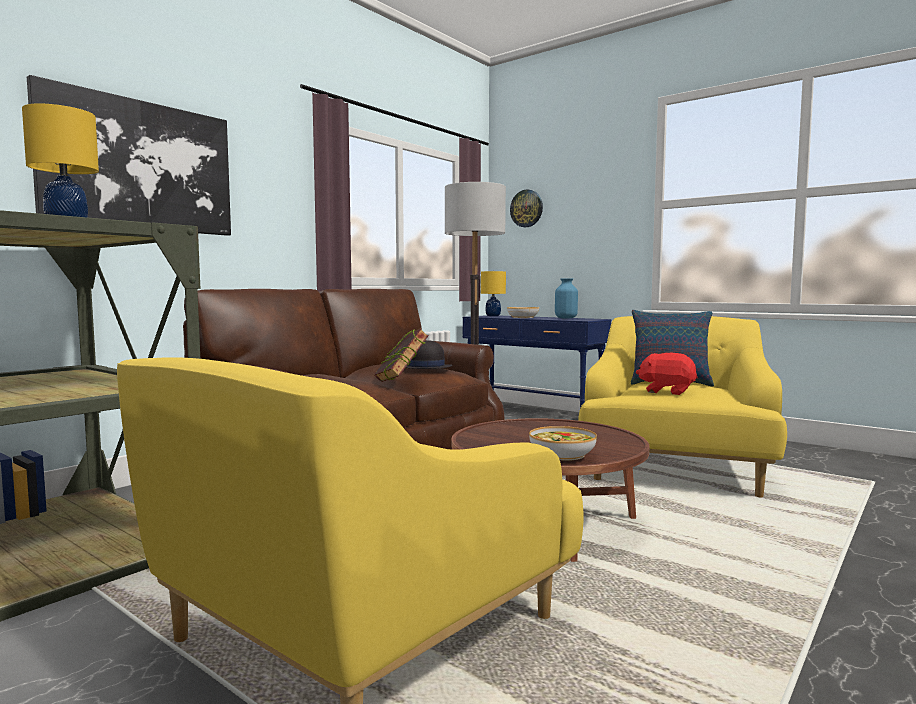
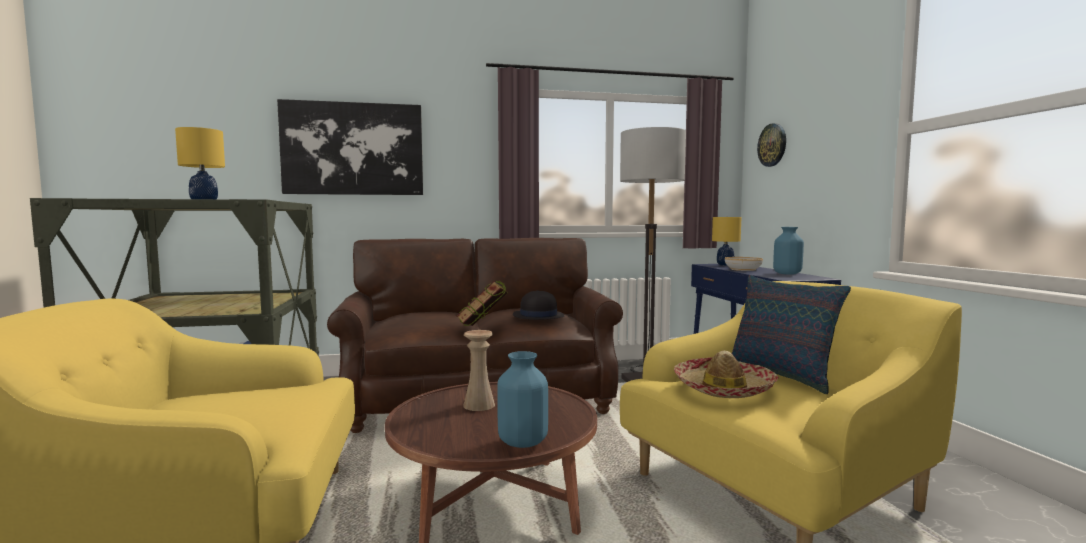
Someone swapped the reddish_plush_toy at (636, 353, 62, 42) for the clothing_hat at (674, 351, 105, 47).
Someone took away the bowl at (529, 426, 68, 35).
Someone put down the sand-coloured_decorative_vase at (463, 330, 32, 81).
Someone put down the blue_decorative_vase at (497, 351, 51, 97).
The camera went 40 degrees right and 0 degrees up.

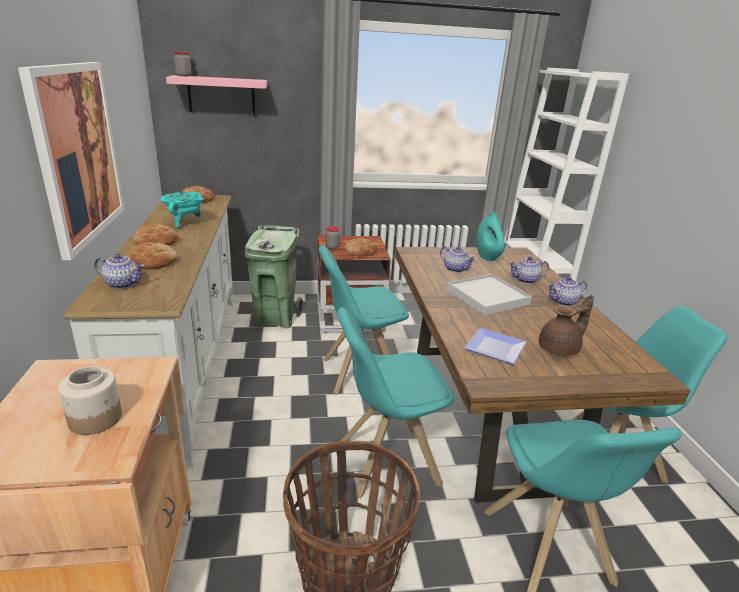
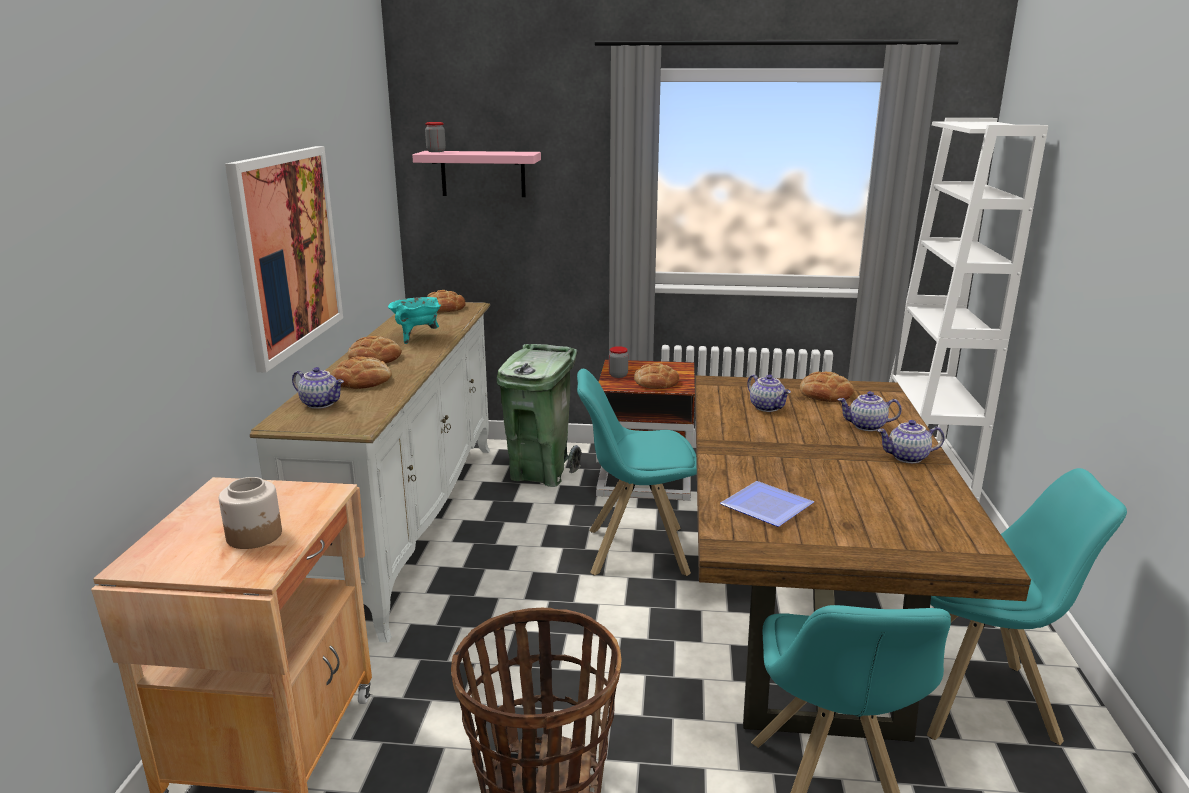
Someone swapped the blue-green_decorative_vase at (476, 211, 29, 50) for the baked_bread at (800, 372, 54, 30).
Someone took away the white-coloured_tray at (447, 274, 85, 41).
Someone took away the brownish_pot_for_tea at (539, 295, 55, 61).
Someone took away the blue-green_chair at (337, 307, 117, 192).
The camera went 15 degrees right and 5 degrees down.

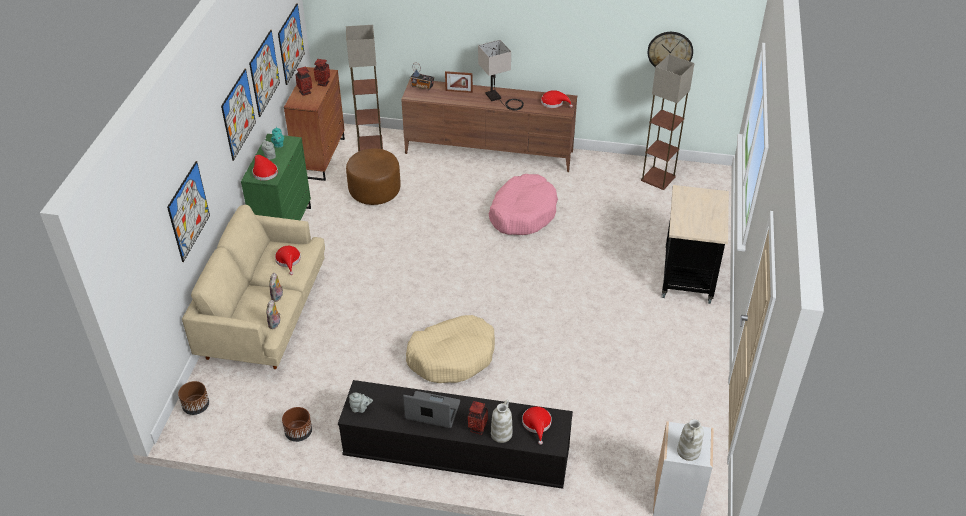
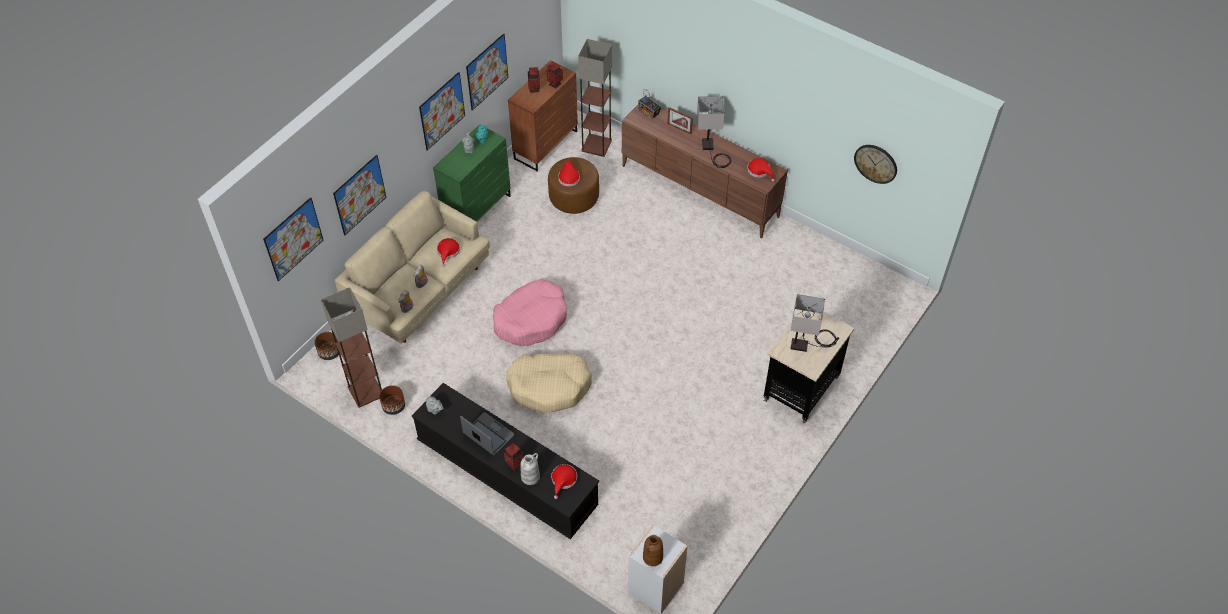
Someone carried the wall_picture from (278, 3, 27, 82) to (263, 197, 60, 84).
Someone carried the standing_lamp from (641, 54, 53, 136) to (321, 287, 61, 121).
Someone carried the reddish_clothing_hat from (252, 155, 26, 26) to (558, 160, 22, 27).
Someone carried the pinkish_pet_bed from (489, 174, 69, 61) to (493, 279, 74, 67).
Someone repainted the white-coloured_decorative_vase at (677, 419, 27, 42), which became the brownish_decorative_vase at (643, 535, 20, 31).
Someone put down the tabletop_lamp at (791, 294, 48, 58).
The camera went 25 degrees right and 10 degrees up.

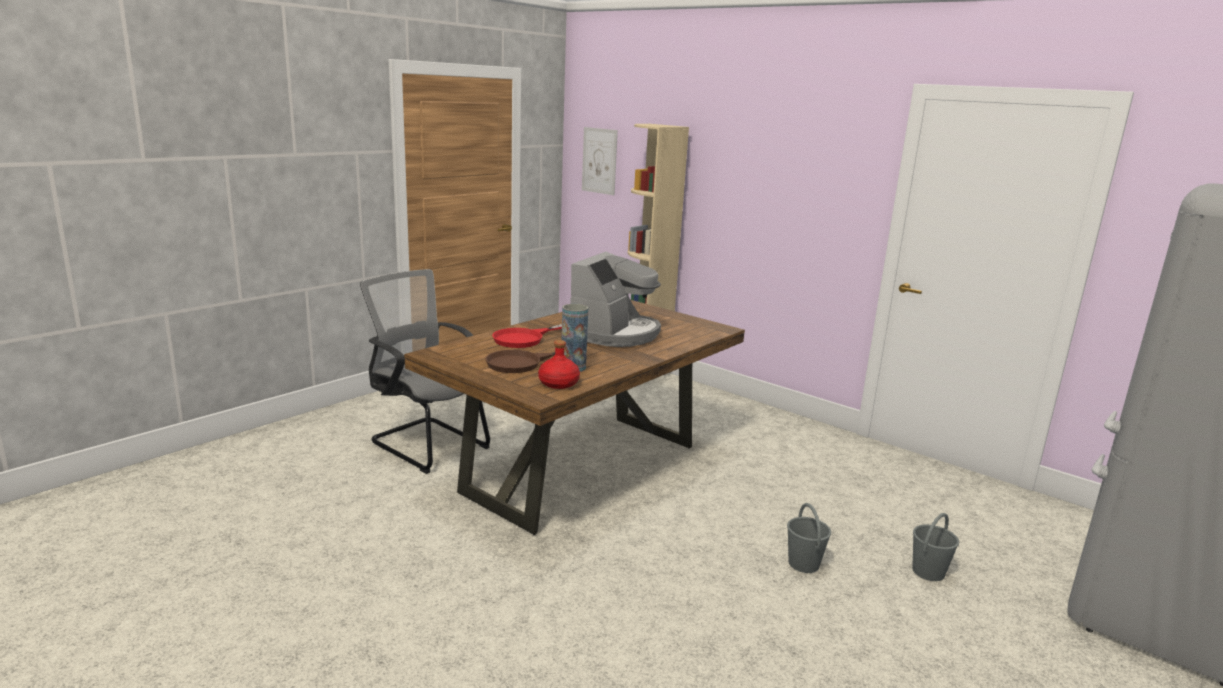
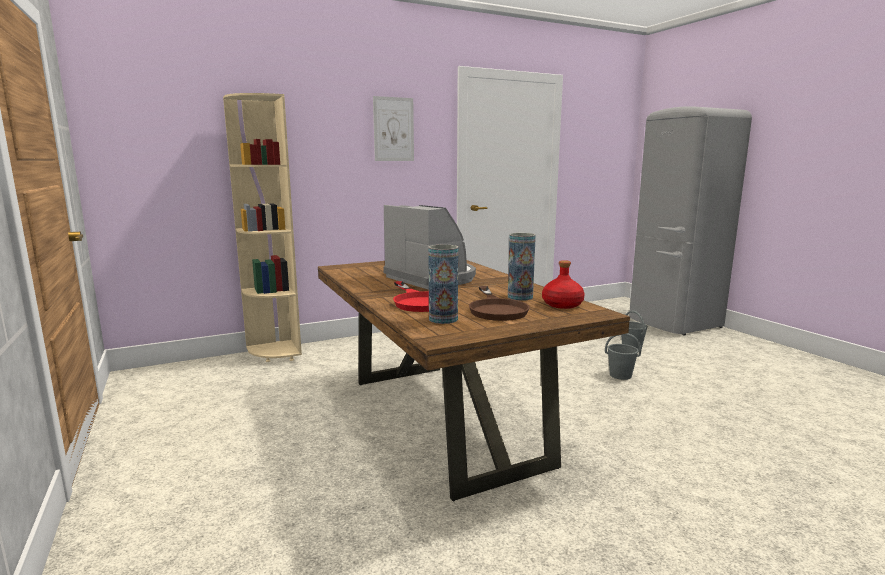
Someone carried the wall_picture from (582, 127, 36, 68) to (373, 96, 41, 65).
Someone took away the chair at (360, 269, 130, 205).
Someone put down the decorative_vase at (428, 245, 30, 79).
The camera went 65 degrees left and 5 degrees down.

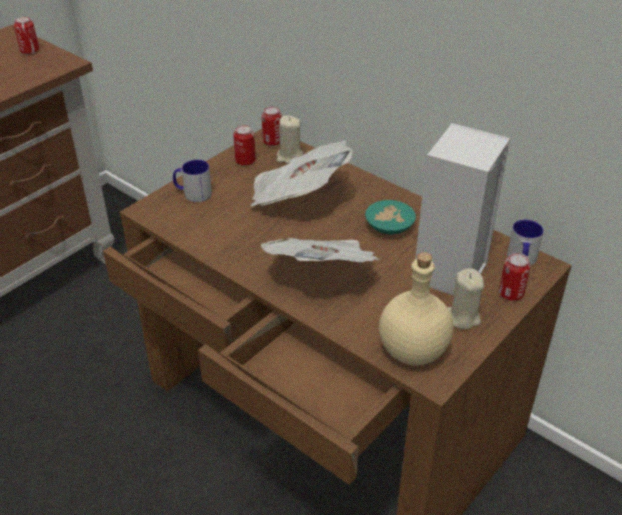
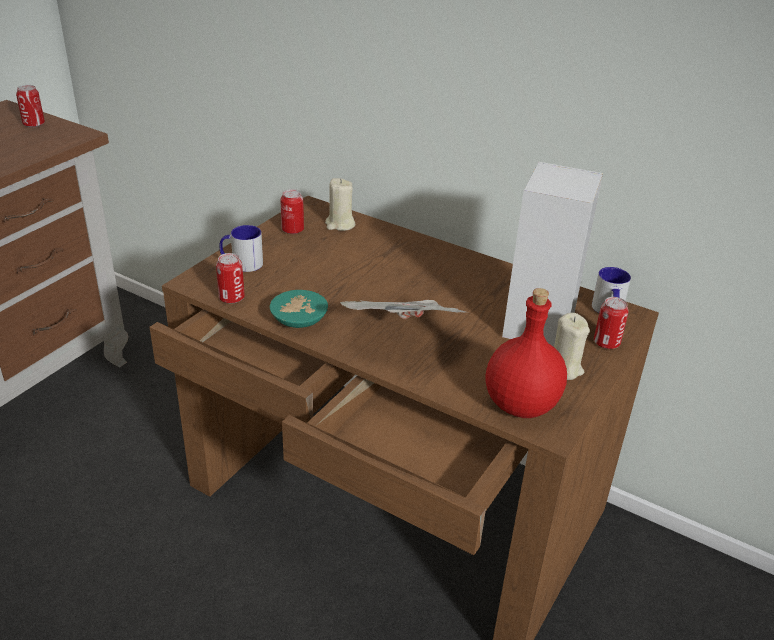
Someone carried the metal_can from (262, 106, 20, 40) to (216, 253, 29, 51).
Someone took away the printed_paper at (251, 141, 102, 66).
Someone carried the blue-green_bowl from (365, 200, 51, 35) to (270, 290, 58, 38).
Someone repainted the sand-coloured_bottle at (379, 252, 74, 114), which became the reddish_bottle at (486, 288, 81, 130).
The camera went 10 degrees left and 5 degrees down.

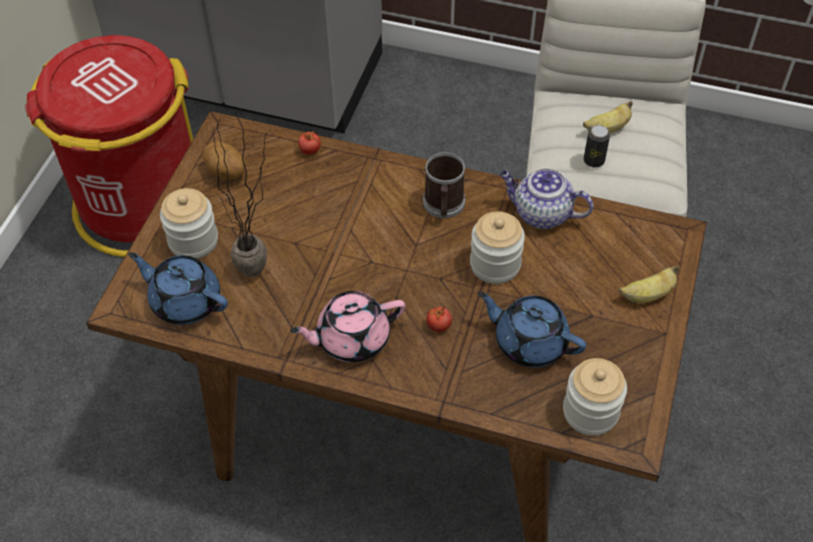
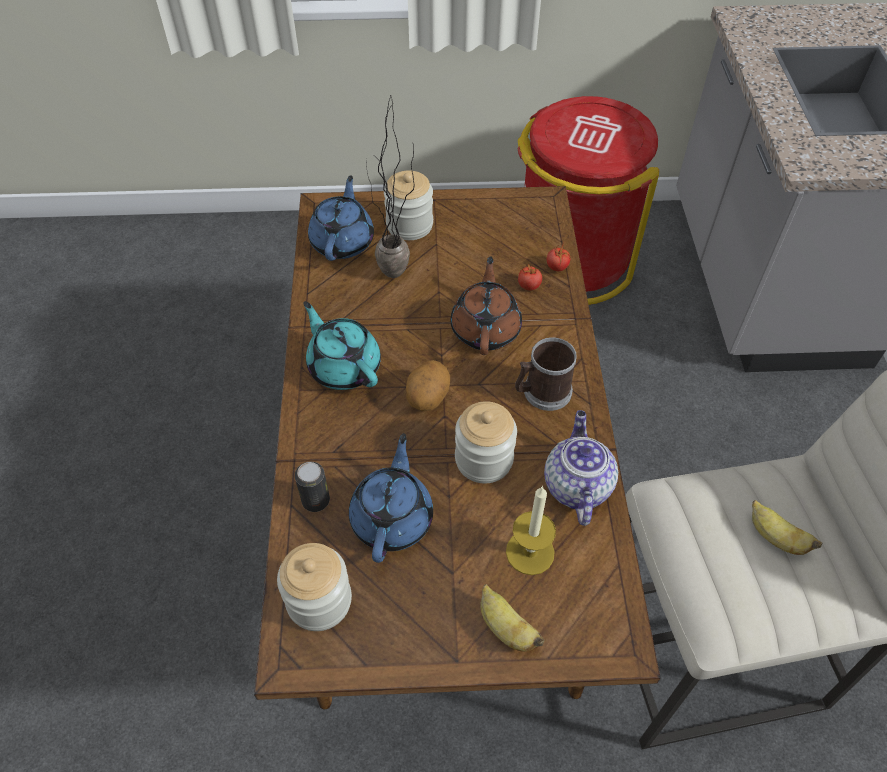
Someone carried the metal_can from (584, 125, 26, 42) to (295, 462, 35, 50).
Someone carried the potato from (203, 141, 43, 39) to (406, 360, 44, 51).
Someone repainted the pinkish_pot_for_tea at (290, 291, 115, 71), which became the blue-green_pot_for_tea at (303, 301, 78, 89).
Someone carried the whole_tomato from (426, 307, 26, 25) to (518, 264, 24, 27).
Someone put down the brownish_pot_for_tea at (451, 257, 71, 98).
Someone put down the candle at (506, 486, 50, 89).
The camera went 70 degrees right and 0 degrees up.

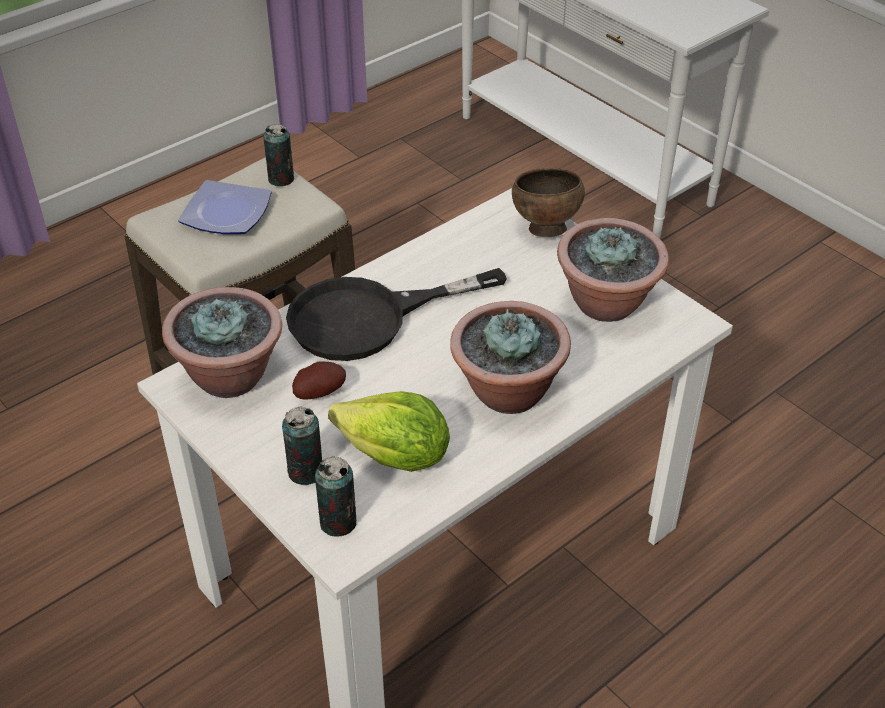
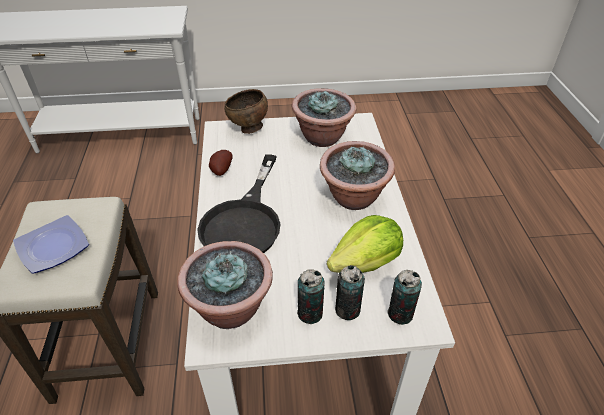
Someone carried the metal_can from (263, 124, 31, 62) to (297, 269, 28, 55).
Someone carried the potato from (292, 361, 54, 38) to (209, 150, 24, 26).
The camera went 55 degrees left and 0 degrees up.

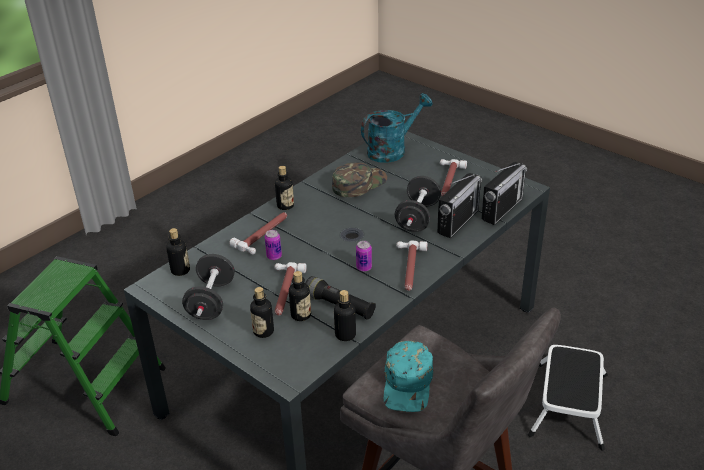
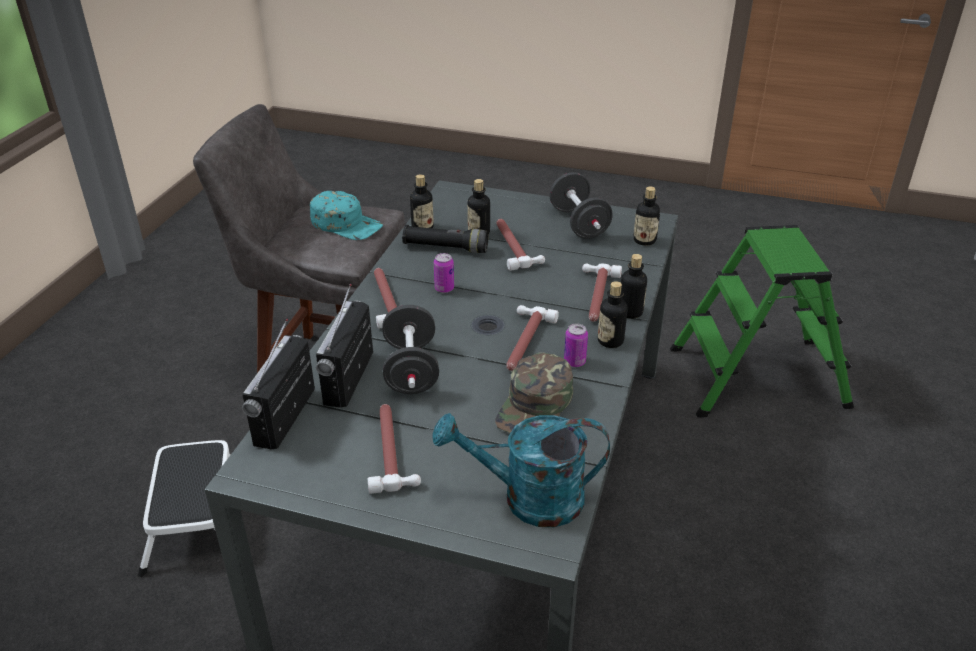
Someone rotated the blue-green_sprinkling_can at (361, 93, 72, 70) by 60 degrees clockwise.
Someone carried the metal_can from (265, 230, 17, 30) to (564, 324, 24, 43).
Someone carried the bottle from (250, 287, 24, 51) to (621, 254, 26, 64).
Someone rotated the blue-green_baseball_cap at (384, 341, 49, 71) by 135 degrees clockwise.
Someone put down the hammer at (506, 305, 53, 66).
The camera went 155 degrees right and 0 degrees up.

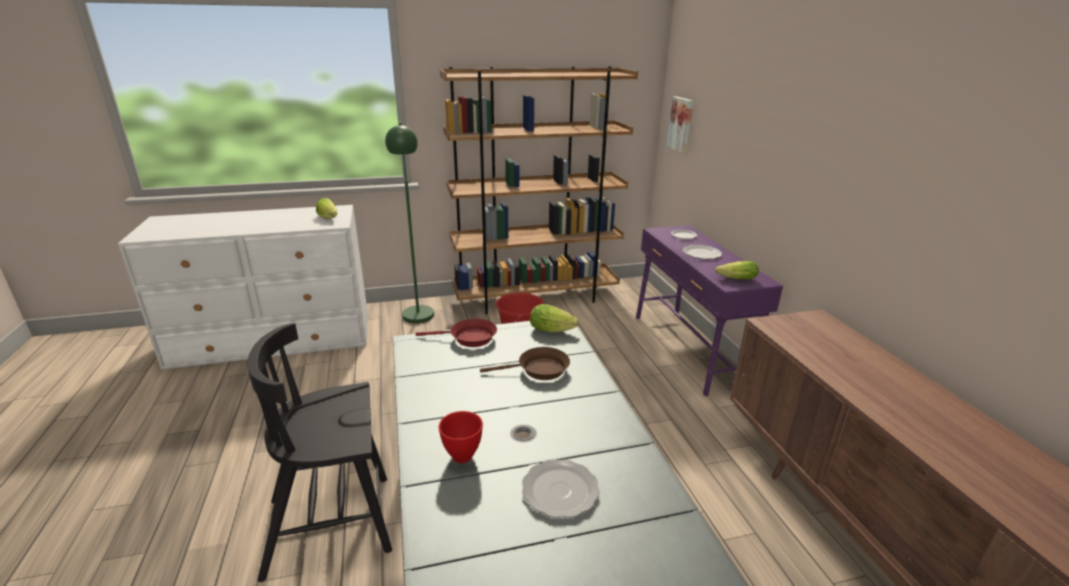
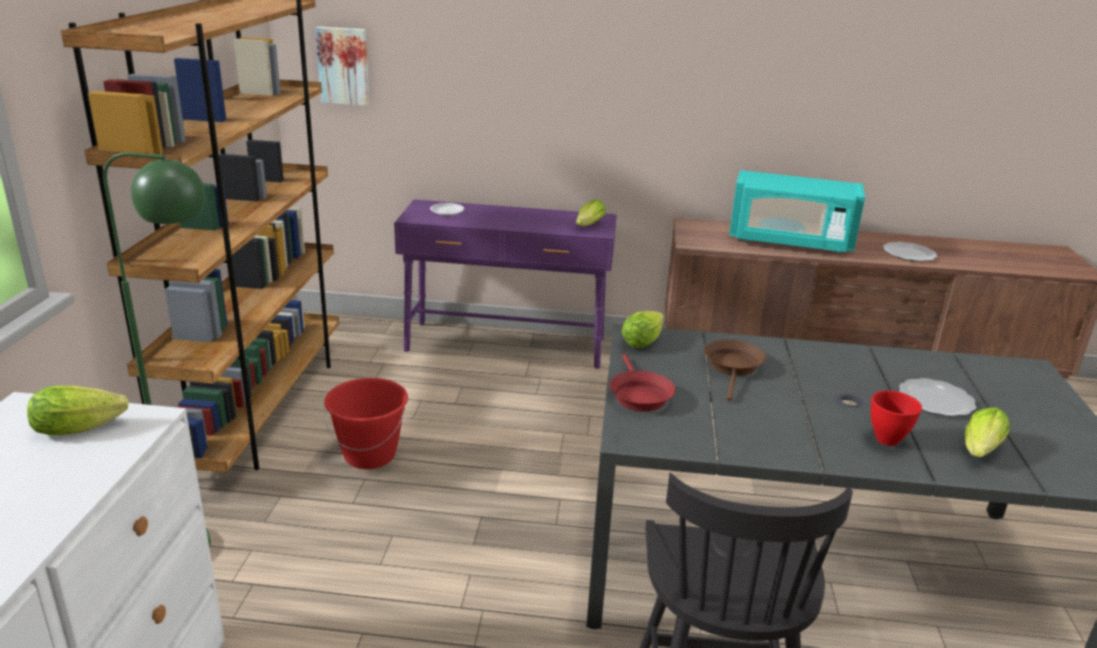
Someone carried the flat_dish from (683, 245, 39, 14) to (883, 242, 54, 20).
Someone rotated the reddish_skillet at (416, 319, 81, 28) by 150 degrees clockwise.
Someone put down the blue-green_kitchen_microwave at (729, 170, 136, 83).
Someone put down the lettuce at (965, 407, 45, 50).
The camera went 70 degrees left and 0 degrees up.

